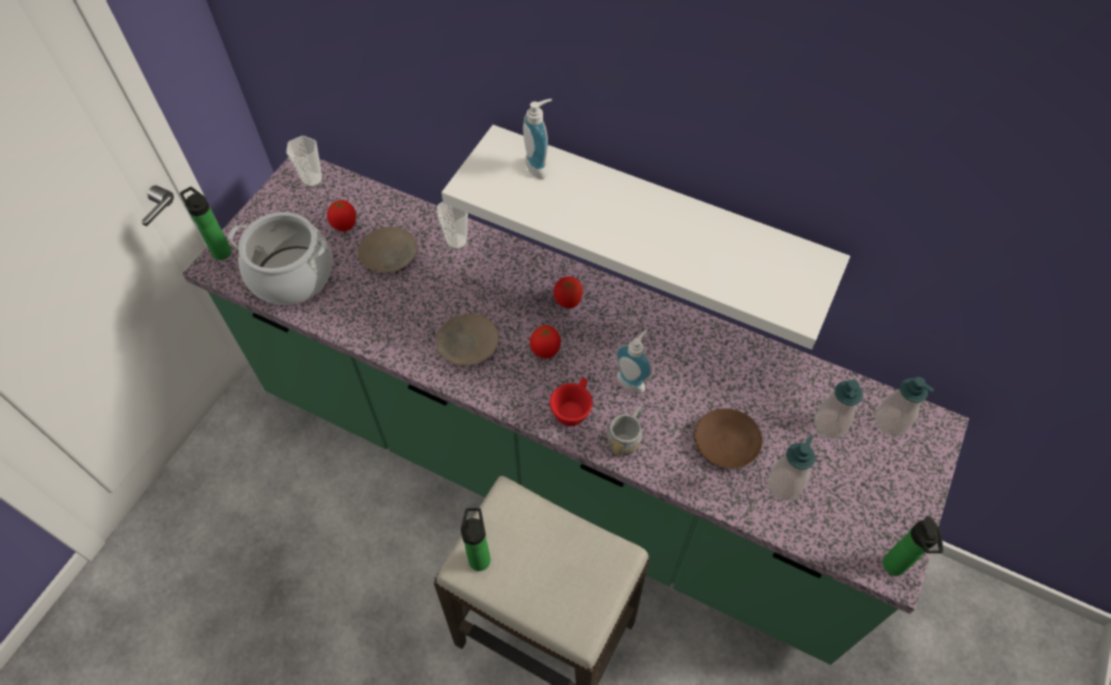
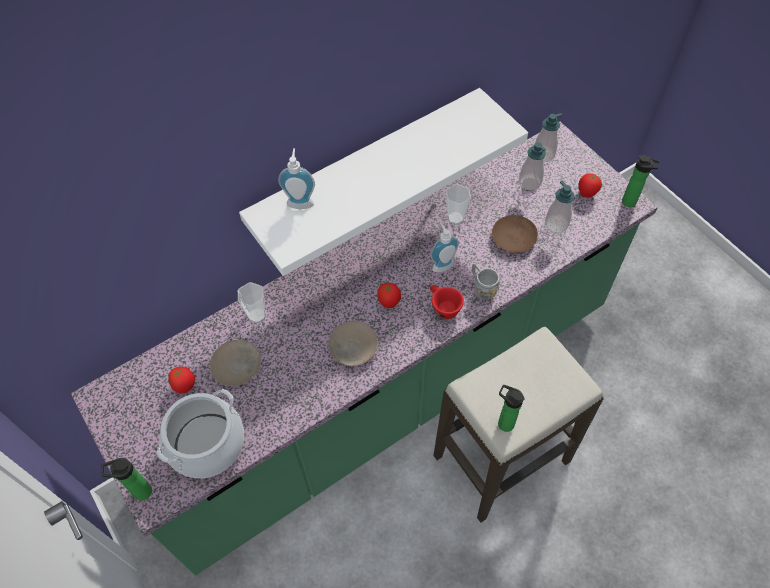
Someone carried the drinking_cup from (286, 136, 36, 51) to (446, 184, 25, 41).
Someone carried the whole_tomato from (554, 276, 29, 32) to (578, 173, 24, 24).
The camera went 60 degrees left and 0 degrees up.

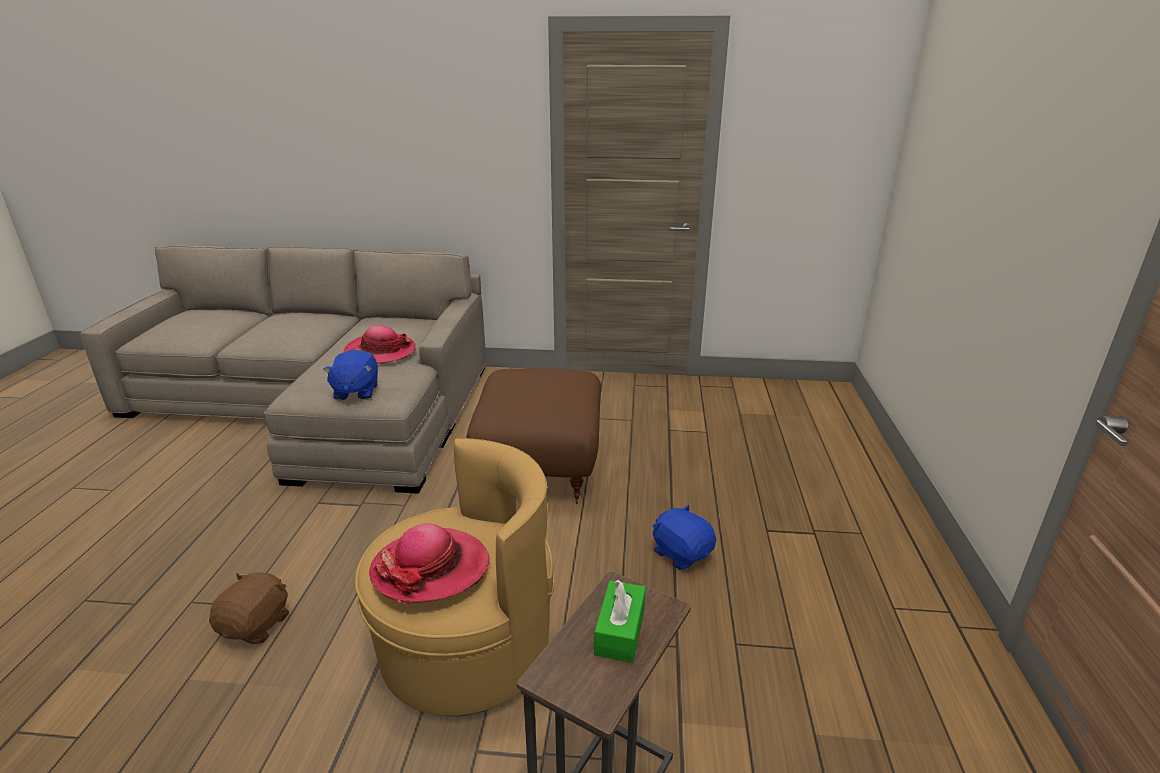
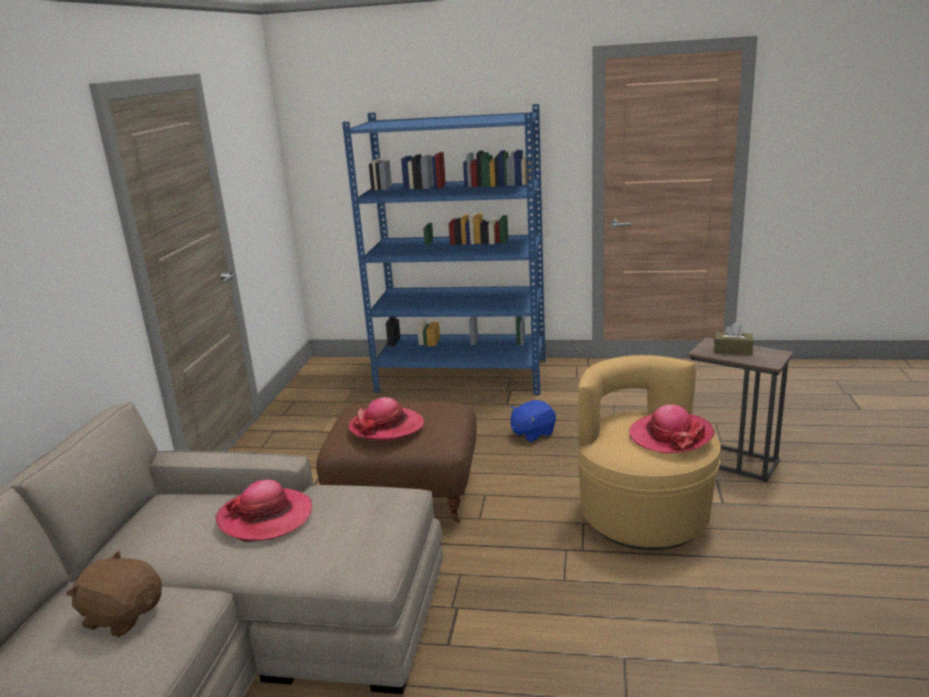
Someone took away the blue_plush_toy at (323, 350, 55, 50).
Someone carried the brownish_plush_toy from (209, 572, 80, 72) to (66, 550, 96, 87).
Someone repainted the green-coloured_tissue_holder at (594, 579, 52, 84), which became the brownish_tissue_holder at (714, 322, 39, 33).
Someone put down the blue_bookshelf at (342, 104, 203, 291).
Someone put down the clothing_hat at (349, 397, 75, 44).
The camera went 85 degrees left and 5 degrees down.

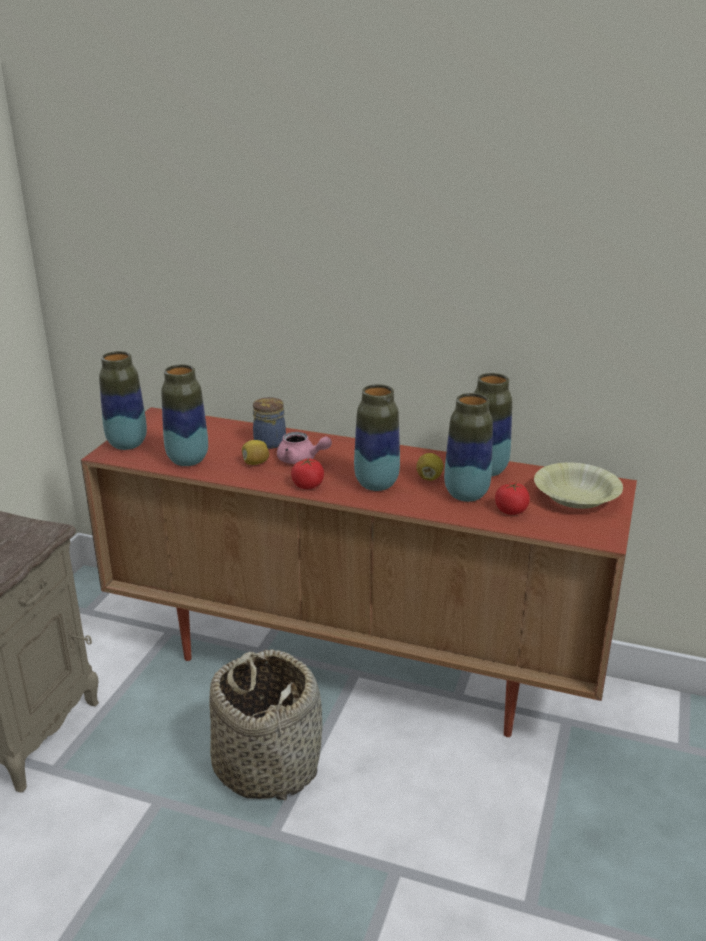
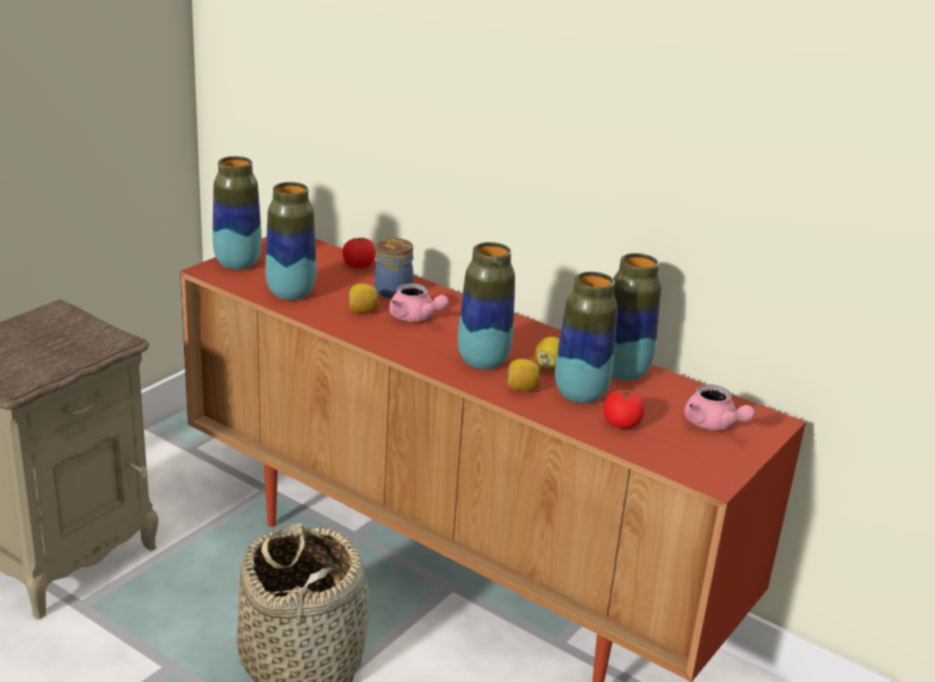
Someone carried the whole_tomato from (291, 458, 33, 31) to (342, 238, 34, 31).
Someone swapped the yellow_bowl at (534, 463, 89, 46) for the pinkish_pot_for_tea at (684, 384, 71, 46).
Someone put down the lemon at (507, 359, 34, 32).
The camera went 15 degrees right and 0 degrees up.

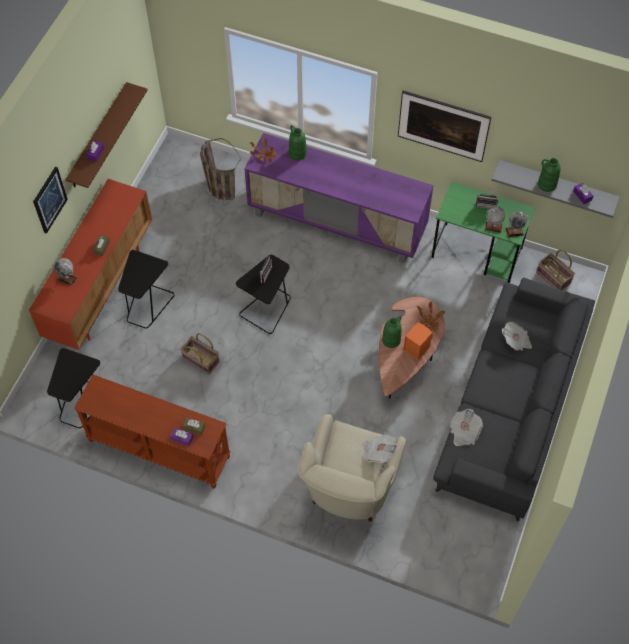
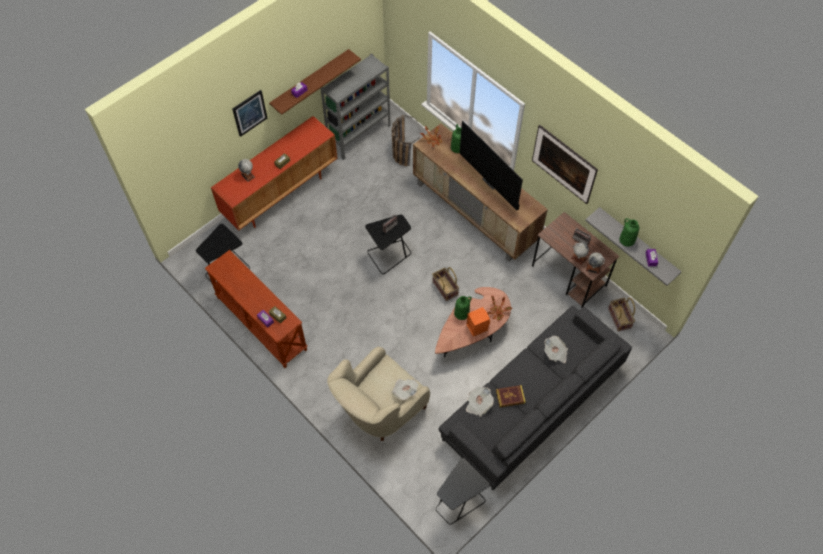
Someone repainted the purplish_media_console at (244, 133, 190, 130), which became the brownish_media_console at (413, 123, 135, 139).
Someone repainted the green-coloured_desk at (431, 181, 104, 102), which became the brownish_desk at (532, 212, 88, 96).
Someone carried the black-coloured_side_table from (118, 250, 56, 79) to (436, 458, 54, 67).
Someone carried the storage_basket from (180, 333, 39, 42) to (432, 267, 27, 34).
Someone put down the grey_bookshelf at (320, 53, 71, 107).
Someone put down the television at (460, 121, 63, 90).
Someone put down the volume at (496, 385, 30, 22).
The camera went 25 degrees right and 0 degrees up.

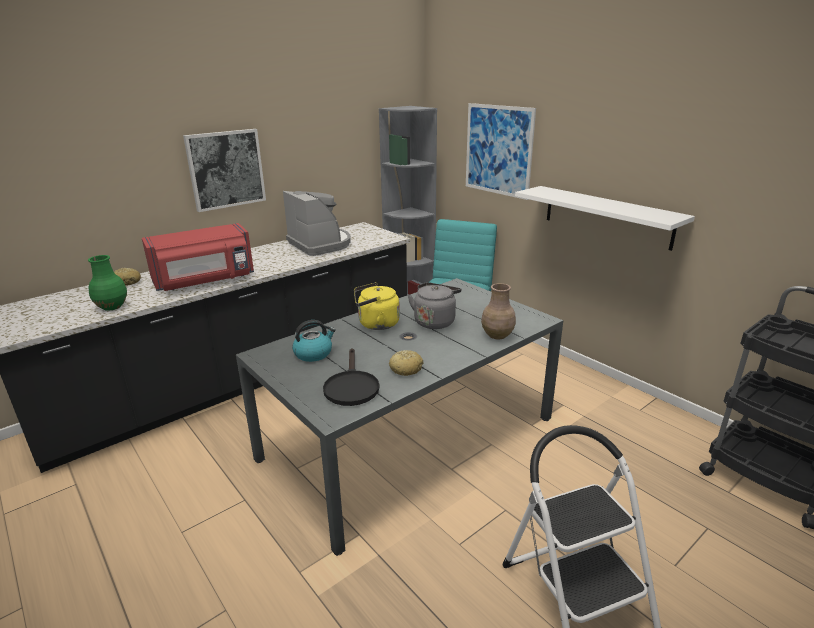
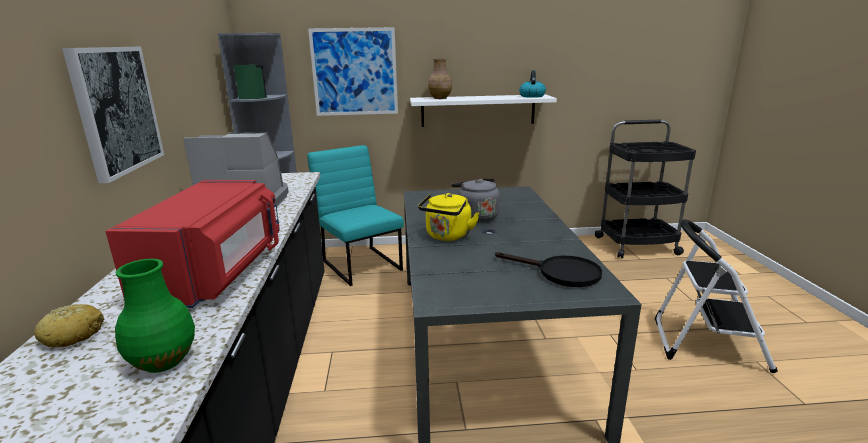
Someone carried the brownish_decorative_vase from (481, 283, 35, 56) to (428, 59, 24, 40).
Someone carried the water_kettle from (292, 320, 44, 42) to (519, 70, 27, 28).
Someone took away the baked_bread at (389, 350, 34, 26).
The camera went 55 degrees left and 5 degrees down.

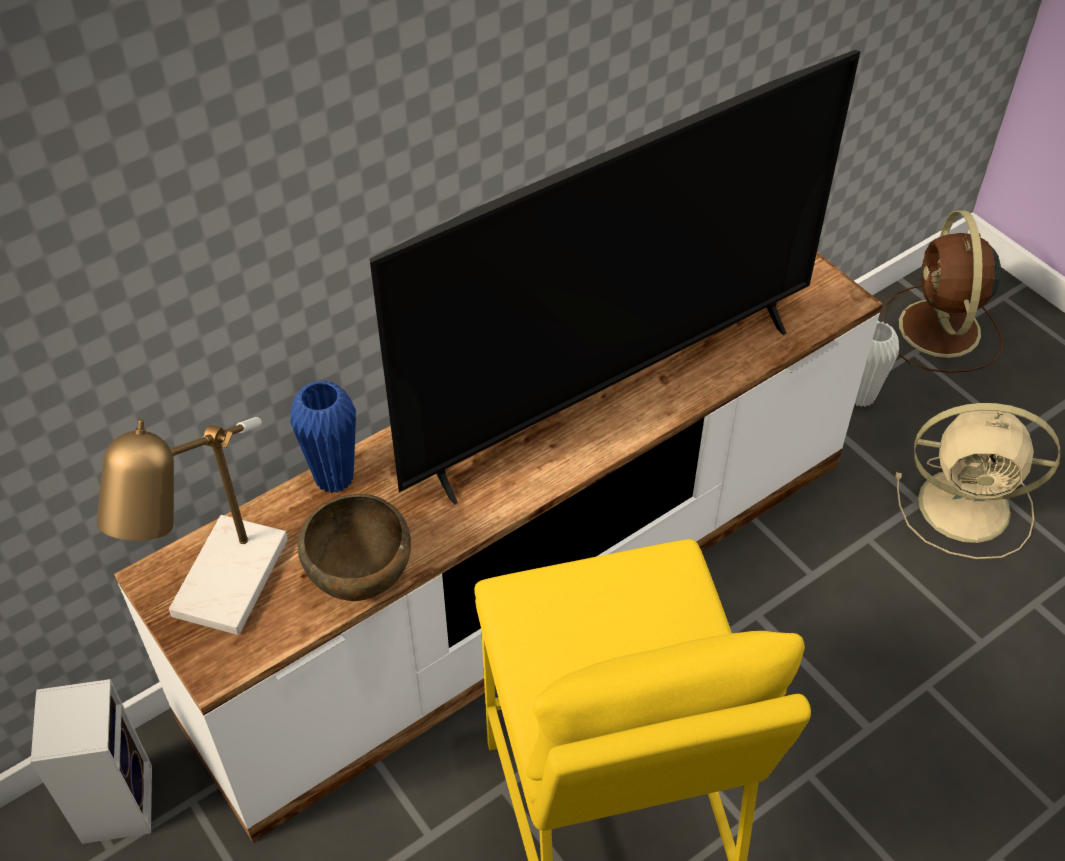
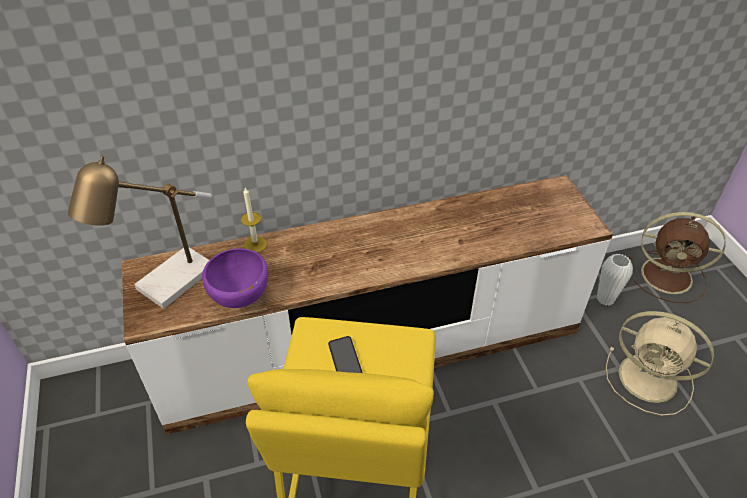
Someone took away the television at (370, 50, 490, 455).
Someone rotated the brownish_cooling_fan at (882, 210, 121, 163) by 90 degrees counterclockwise.
Someone swapped the blue_decorative_vase at (290, 380, 66, 113) for the candle at (241, 188, 26, 65).
Someone repainted the brownish_bowl at (297, 494, 114, 107), which became the purplish_bowl at (202, 248, 66, 60).
Someone took away the loudspeaker at (31, 679, 121, 165).
Someone put down the telephone at (328, 336, 34, 37).
The camera went 20 degrees right and 5 degrees down.

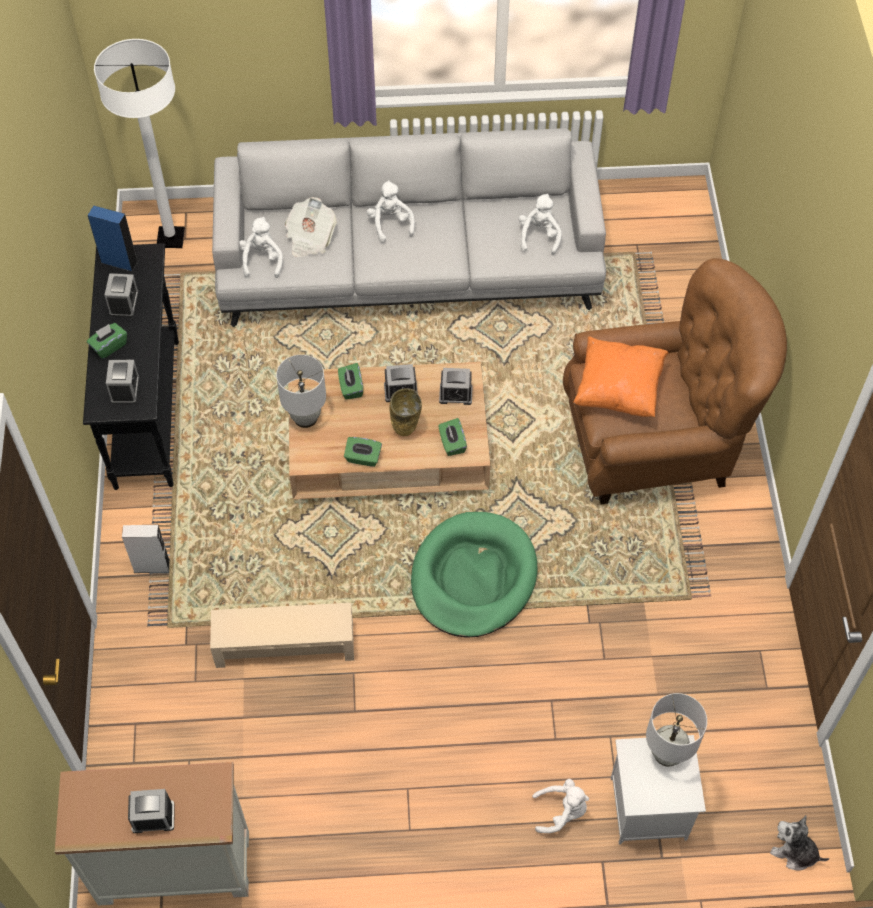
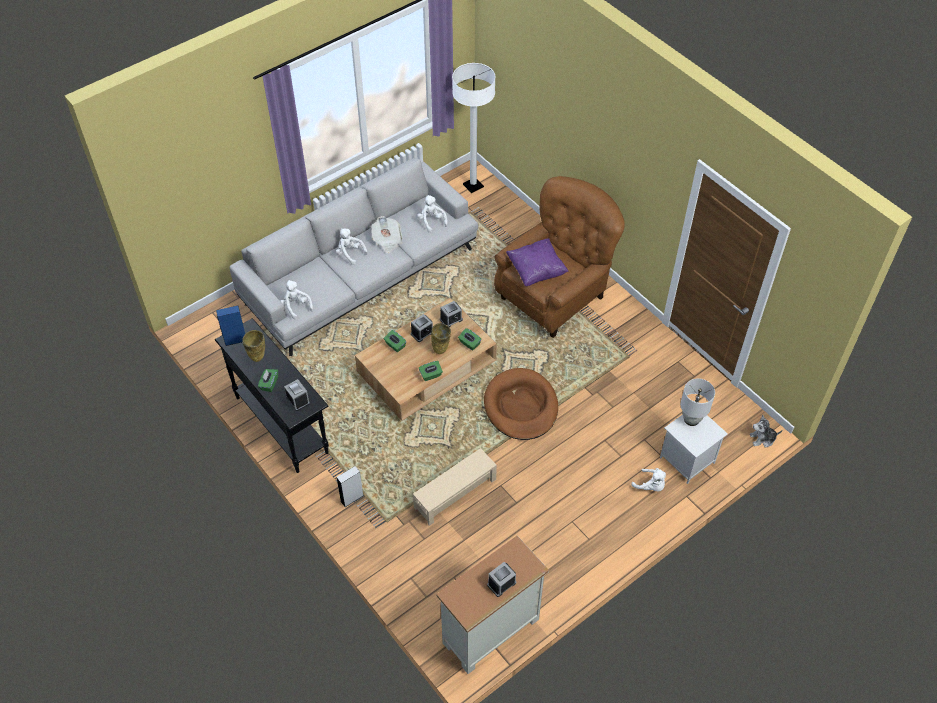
Someone carried the white-coloured_standing_lamp from (94, 39, 91, 209) to (452, 63, 43, 130).
Someone carried the printed_paper from (285, 197, 51, 60) to (371, 216, 32, 37).
Someone swapped the bedside_clock at (104, 273, 35, 45) for the sand-coloured_decorative_vase at (242, 330, 23, 32).
Someone repainted the orange_cushion at (573, 337, 96, 80), which became the purplish_cushion at (506, 238, 63, 48).
Someone took away the white-coloured_tabletop_lamp at (276, 355, 50, 73).
Someone repainted the green-coloured_pet_bed at (411, 512, 127, 126), which became the brownish_pet_bed at (484, 368, 74, 72).
Someone rotated the white-coloured_plush_toy at (532, 779, 57, 54) by 75 degrees clockwise.
The camera went 35 degrees left and 5 degrees down.

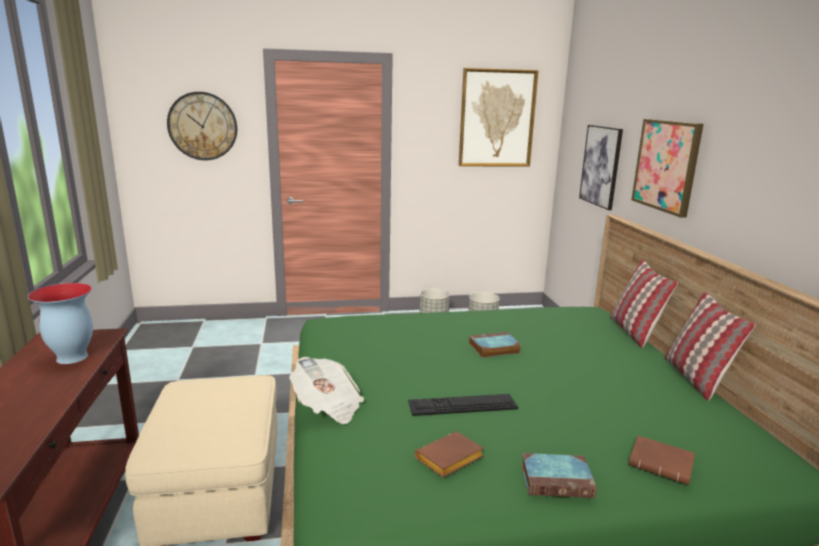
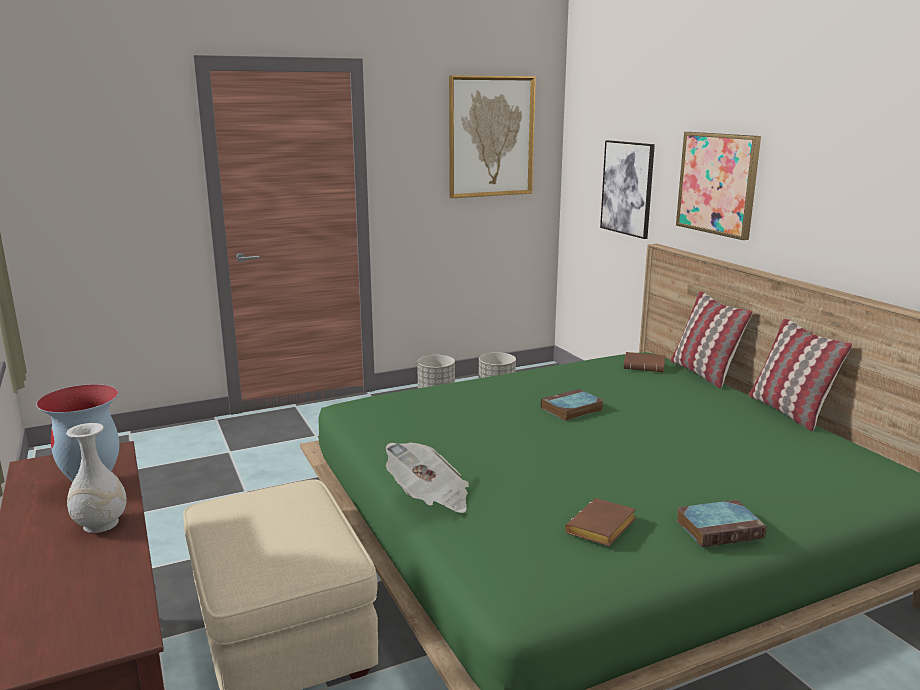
Someone took away the clock_on_the_wall at (167, 92, 70, 68).
Someone took away the computer_keyboard at (408, 394, 110, 22).
Someone carried the brownish_volume from (629, 436, 66, 49) to (623, 352, 42, 20).
Someone put down the white-coloured_decorative_vase at (66, 423, 60, 110).
The camera went 15 degrees left and 0 degrees up.

